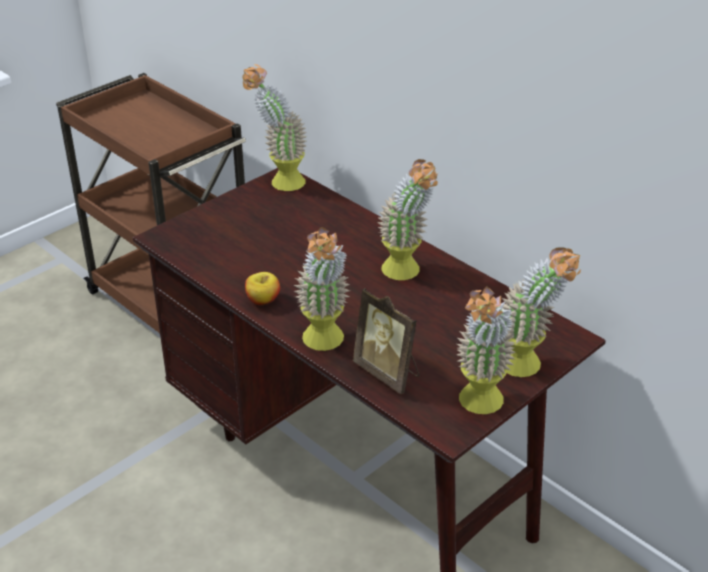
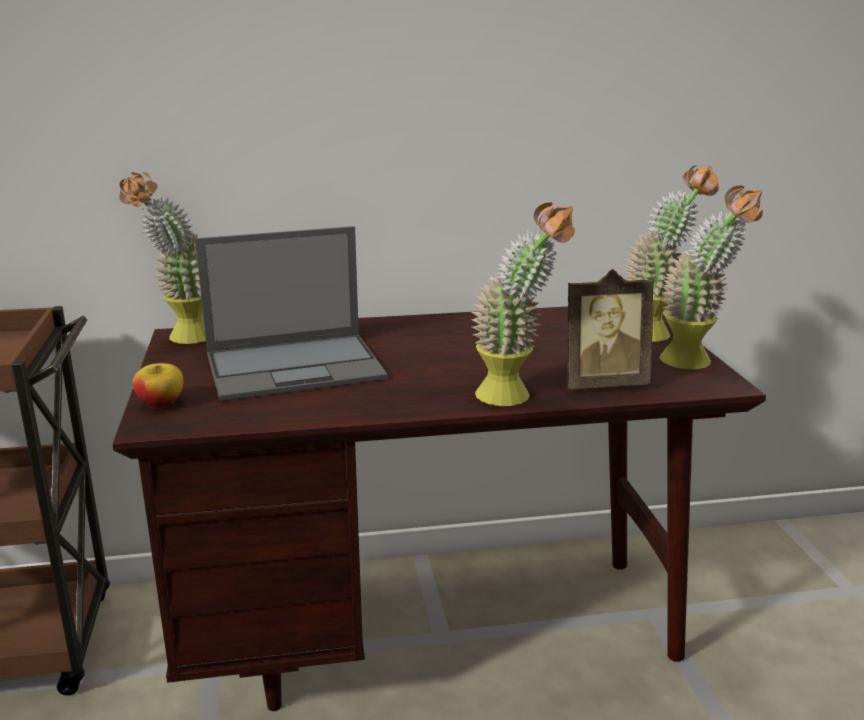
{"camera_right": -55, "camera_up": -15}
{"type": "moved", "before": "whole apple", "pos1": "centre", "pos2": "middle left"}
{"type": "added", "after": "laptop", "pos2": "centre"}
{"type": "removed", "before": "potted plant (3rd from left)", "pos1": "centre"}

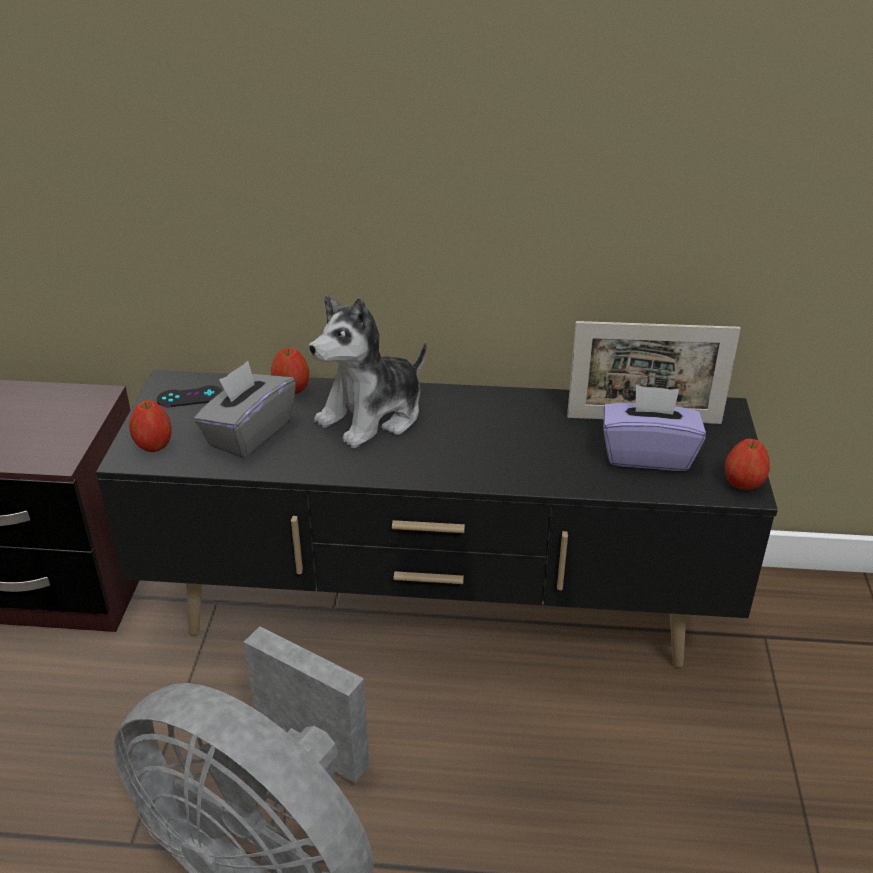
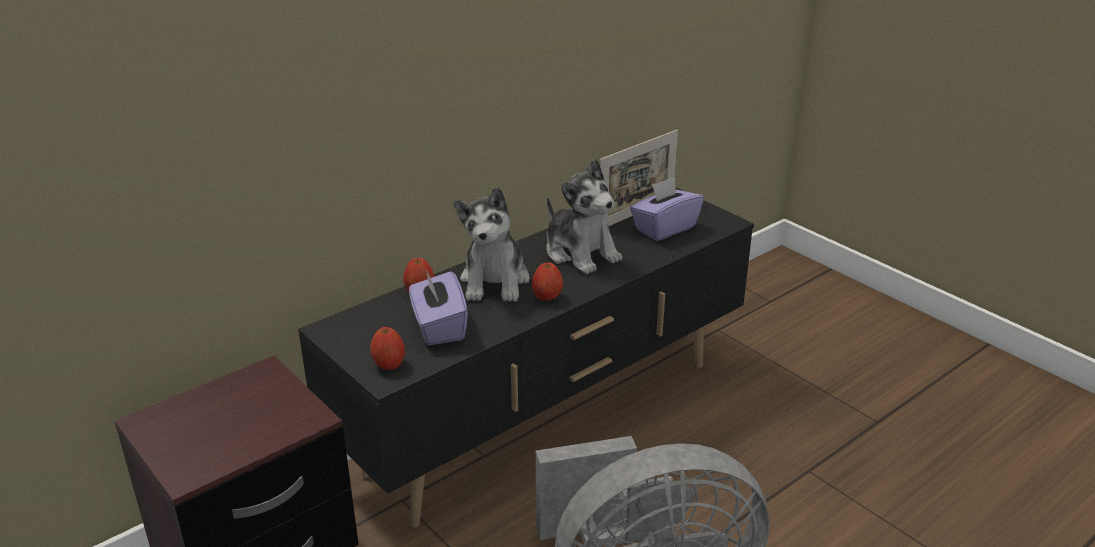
{"camera_right": -45, "camera_up": -5}
{"type": "recoloured", "before": "tissue holder in greyish", "after": "tissue holder in purple-coloured (1st from left)", "pos1": "middle left", "pos2": "centre"}
{"type": "moved", "before": "whole apple (3rd from left)", "pos1": "middle right", "pos2": "centre"}
{"type": "added", "after": "cuddly toy (2nd from left)", "pos2": "centre"}
{"type": "removed", "before": "joypad in black", "pos1": "middle left"}

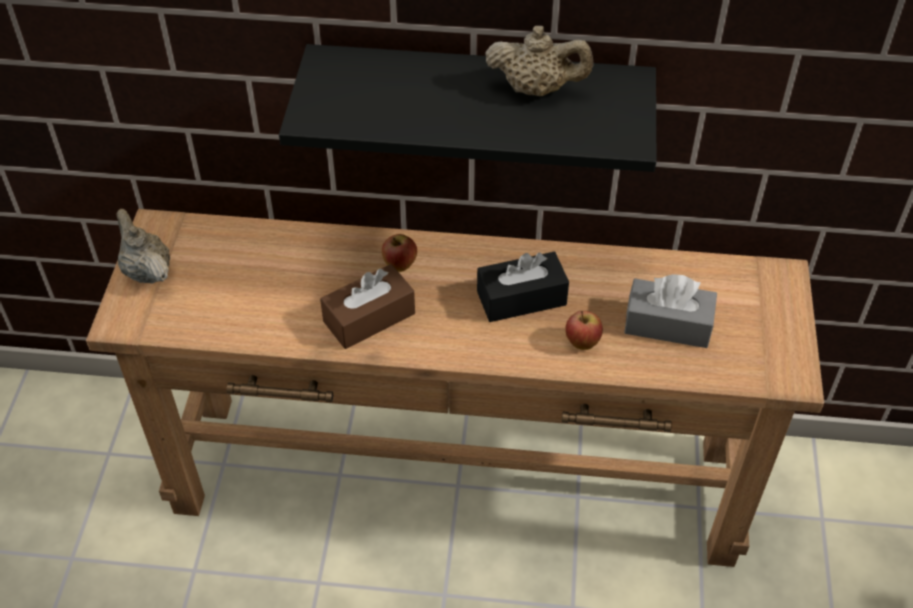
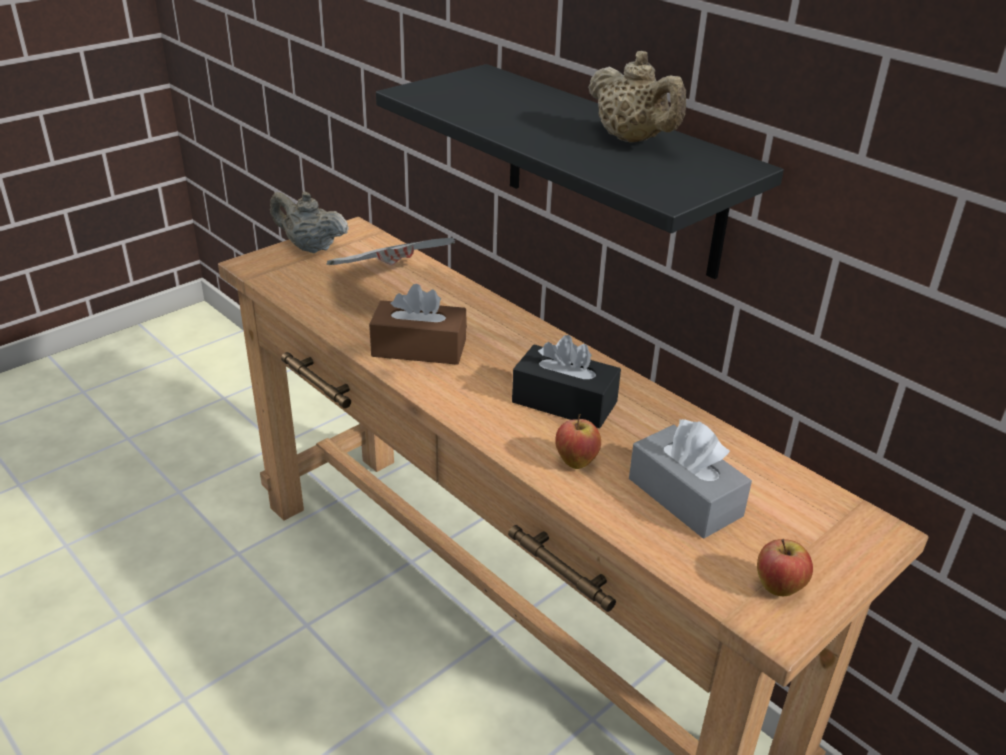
{"camera_right": 40, "camera_up": -15}
{"type": "turned", "before": "tea pot in beige-coloured (1st from left)", "pos1": "middle left", "pos2": "top left", "turn": -75}
{"type": "added", "after": "newspaper", "pos2": "top centre"}
{"type": "moved", "before": "whole apple (1st from left in the first image)", "after": "whole apple (2nd from left)", "pos1": "centre", "pos2": "bottom right"}

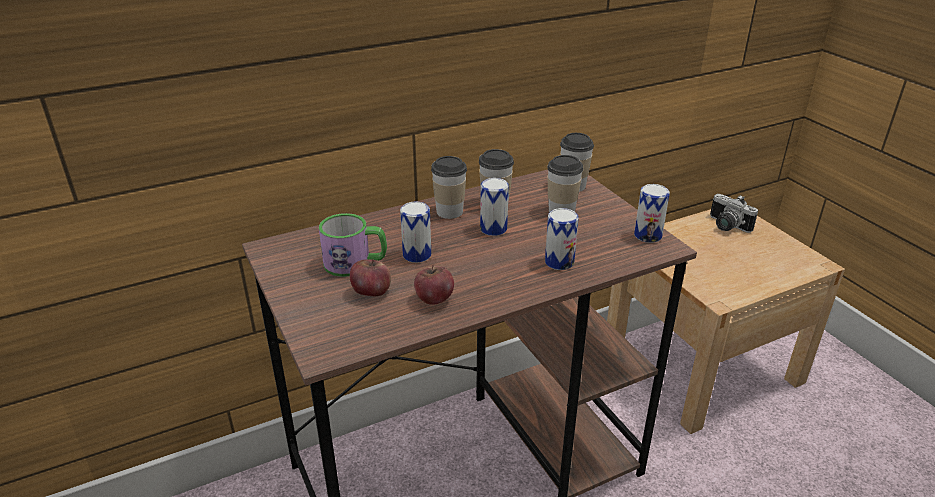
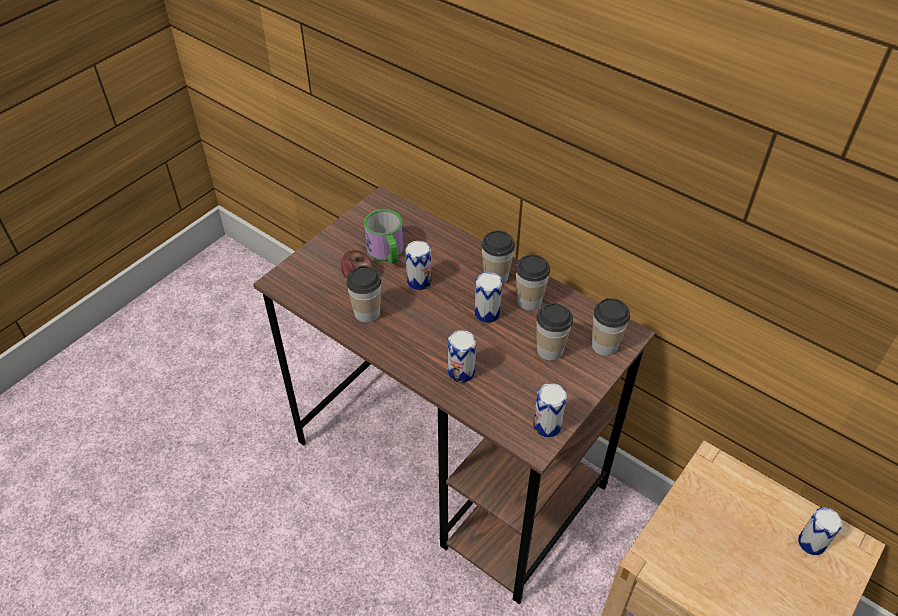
{"camera_right": 65, "camera_up": 15}
{"type": "replaced", "before": "whole apple (2nd from left)", "after": "small cup (1st from left)", "pos1": "centre", "pos2": "centre"}
{"type": "replaced", "before": "photo camera", "after": "metal can (5th from left)", "pos1": "middle right", "pos2": "bottom right"}

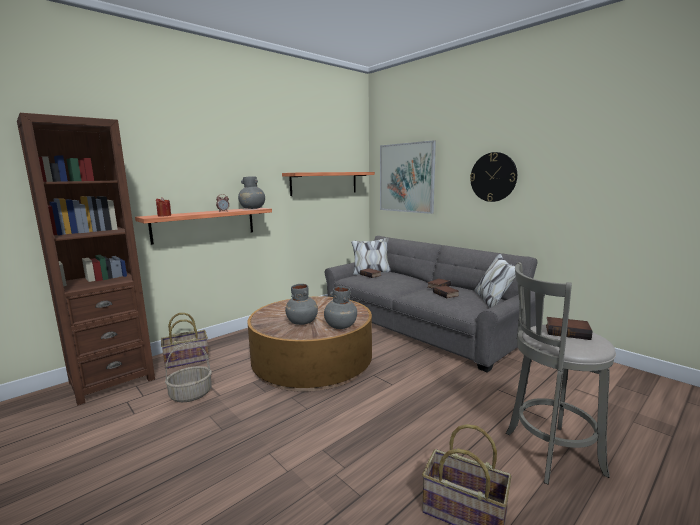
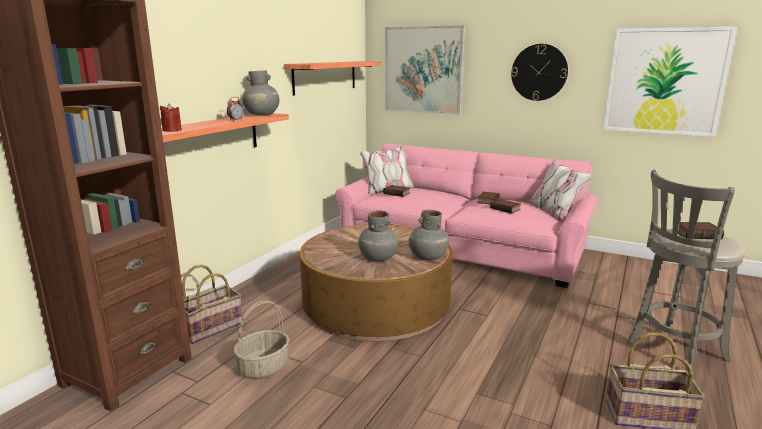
{"camera_right": -20, "camera_up": 5}
{"type": "recoloured", "before": "couch in greyish", "after": "couch in pinkish", "pos1": "centre", "pos2": "centre"}
{"type": "added", "after": "picture (2nd from left)", "pos2": "top right"}

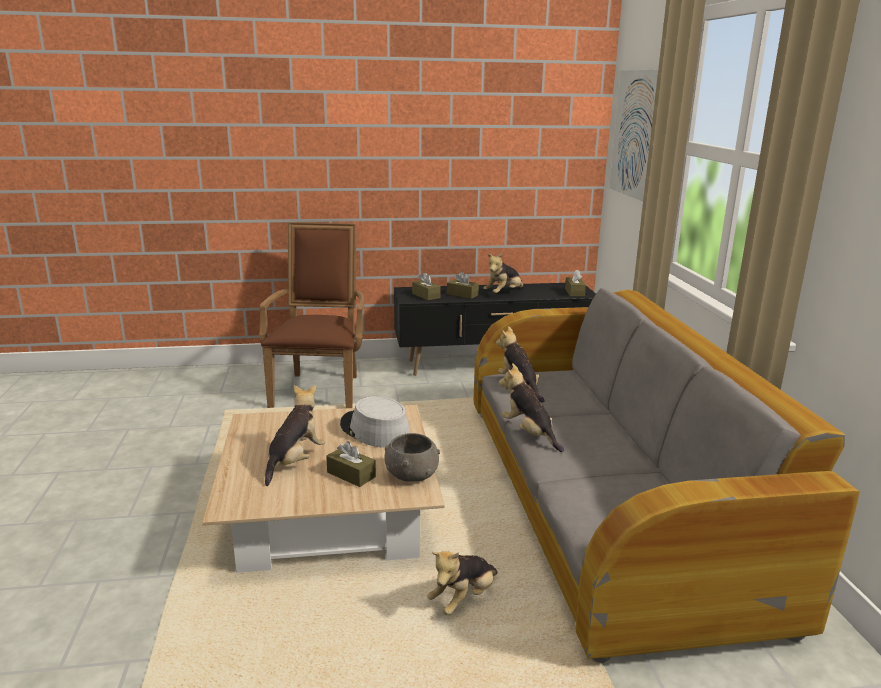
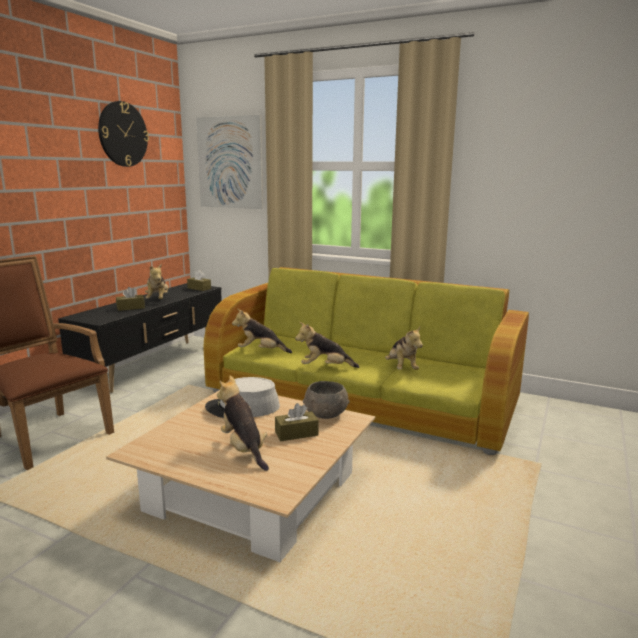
{"camera_right": -55, "camera_up": -5}
{"type": "added", "after": "wall clock", "pos2": "top left"}
{"type": "recoloured", "before": "couch in greyish", "after": "couch in green", "pos1": "bottom right", "pos2": "centre"}
{"type": "moved", "before": "cuddly toy (2nd from left in the first image)", "after": "cuddly toy (5th from left)", "pos1": "bottom centre", "pos2": "centre"}
{"type": "removed", "before": "tissue holder in brown-coloured (2nd from left)", "pos1": "centre"}

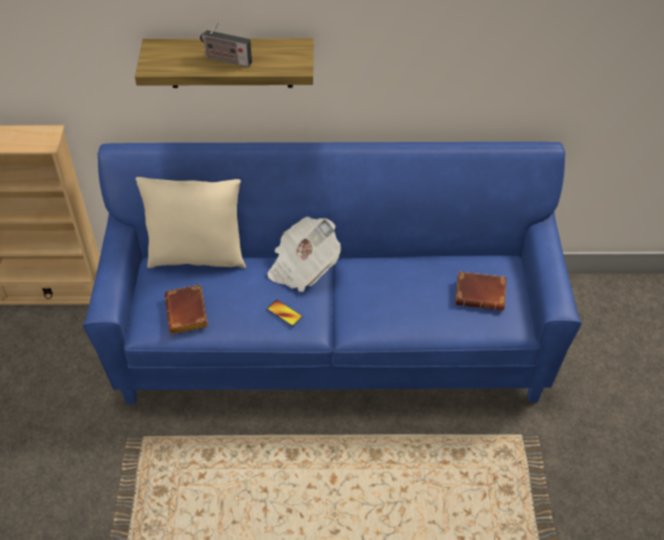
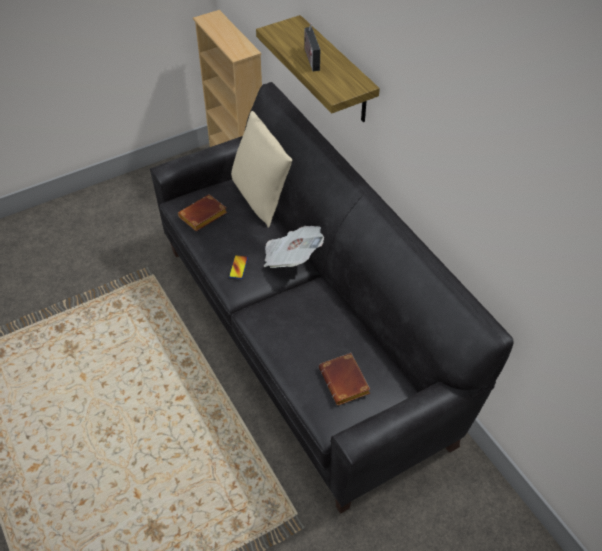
{"camera_right": 60, "camera_up": 0}
{"type": "recoloured", "before": "couch in bluish", "after": "couch in black", "pos1": "centre", "pos2": "centre"}

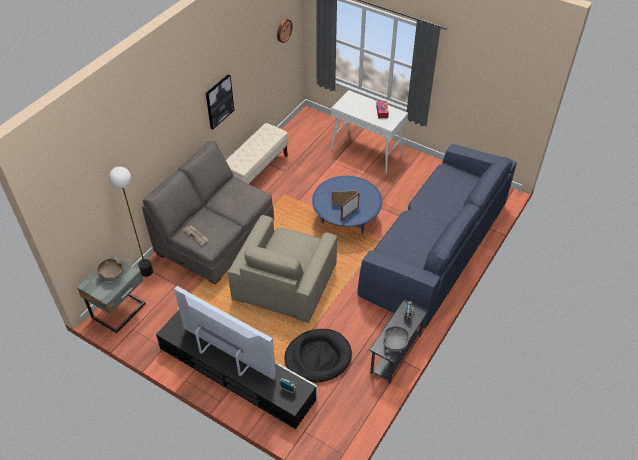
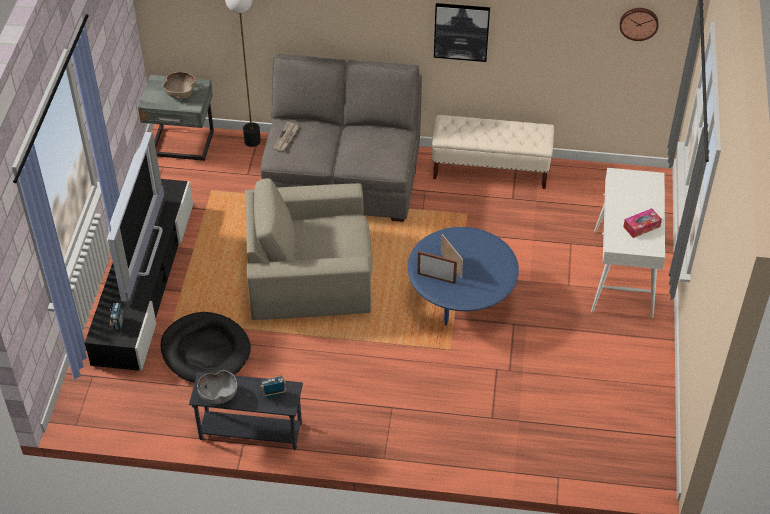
{"camera_right": 65, "camera_up": 0}
{"type": "removed", "before": "couch in bluish", "pos1": "middle right"}

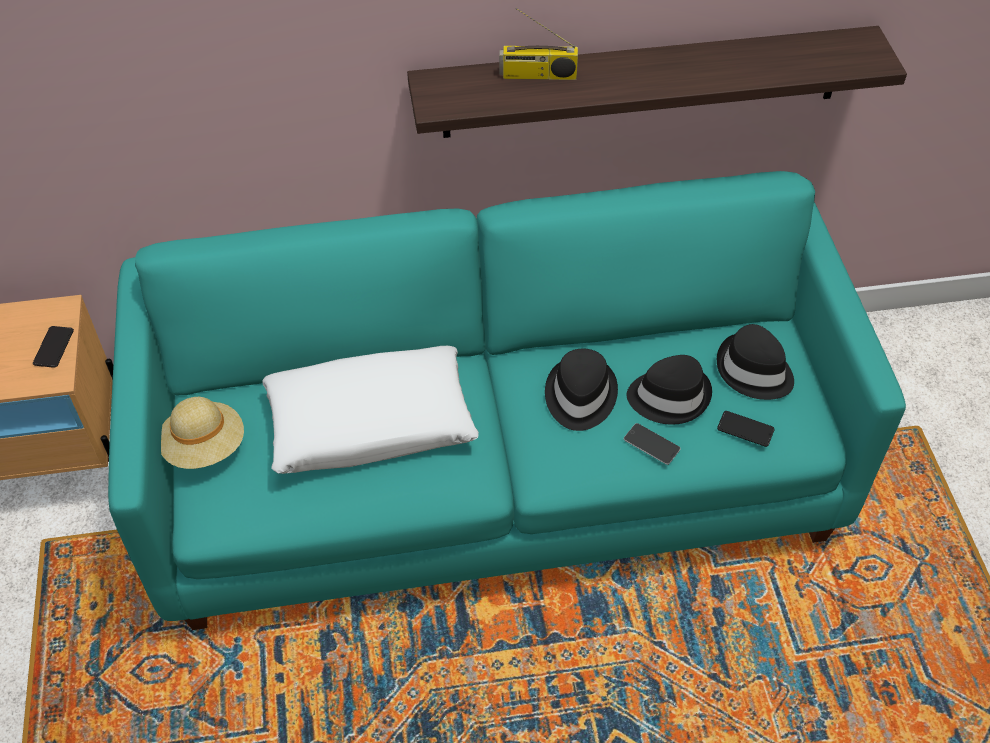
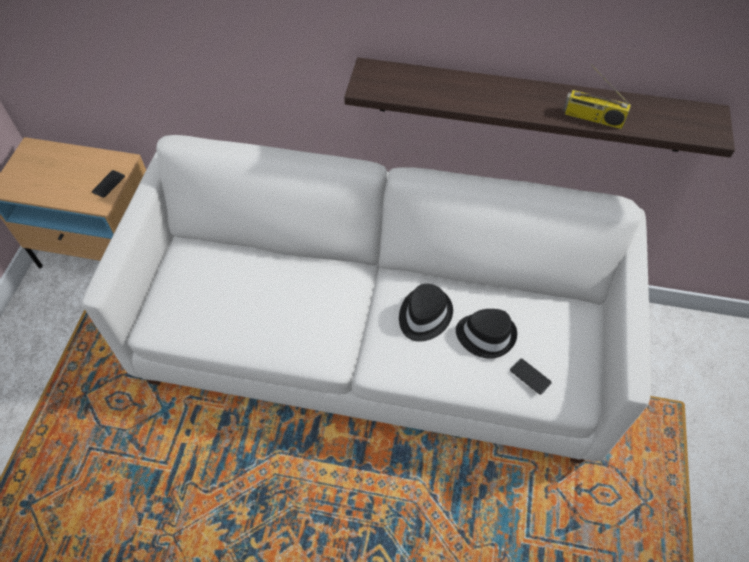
{"camera_right": 20, "camera_up": 5}
{"type": "recoloured", "before": "couch in turquoise-coloured", "after": "couch in white-coloured", "pos1": "centre", "pos2": "centre"}
{"type": "moved", "before": "radio", "pos1": "top centre", "pos2": "top right"}
{"type": "removed", "before": "hat in beige-coloured", "pos1": "middle left"}
{"type": "removed", "before": "cushion in white-coloured", "pos1": "centre"}
{"type": "removed", "before": "telephone (2nd from left)", "pos1": "centre"}
{"type": "removed", "before": "hat in black (3rd from left)", "pos1": "middle right"}

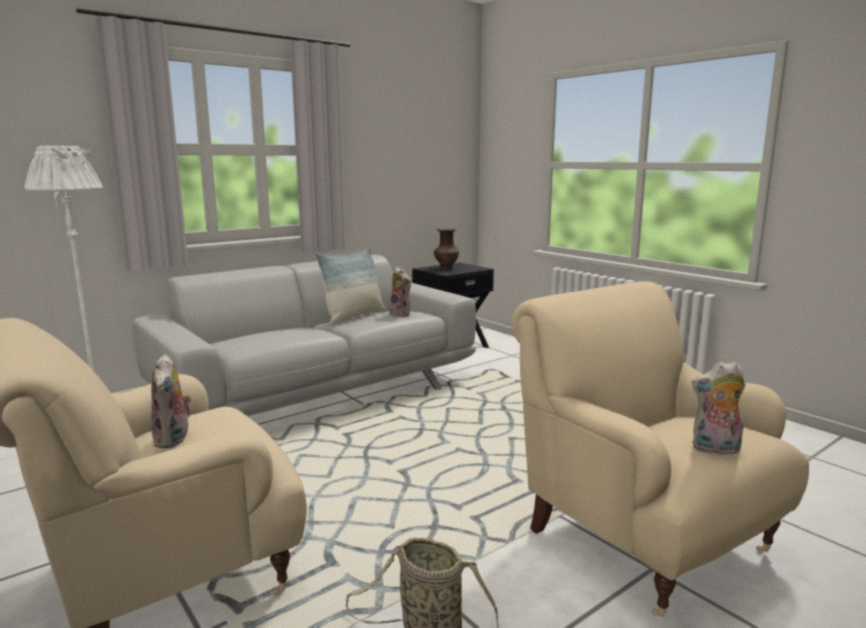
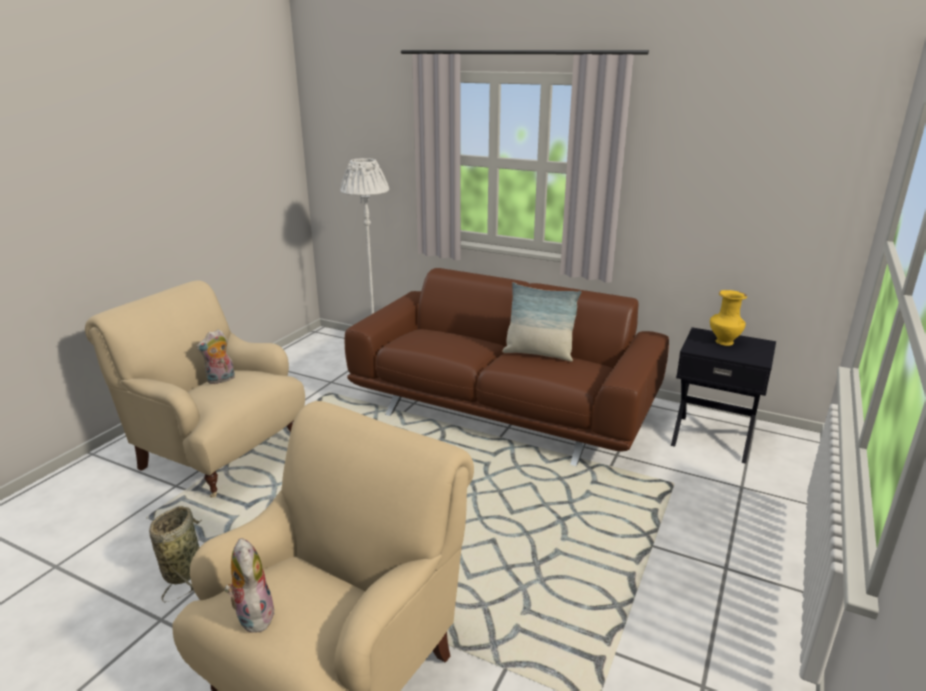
{"camera_right": 65, "camera_up": 10}
{"type": "recoloured", "before": "couch in greyish", "after": "couch in brown-coloured", "pos1": "centre", "pos2": "centre"}
{"type": "recoloured", "before": "flower vase in brown-coloured", "after": "flower vase in yellowish", "pos1": "centre", "pos2": "middle right"}
{"type": "removed", "before": "cuddly toy (2nd from left)", "pos1": "centre"}

